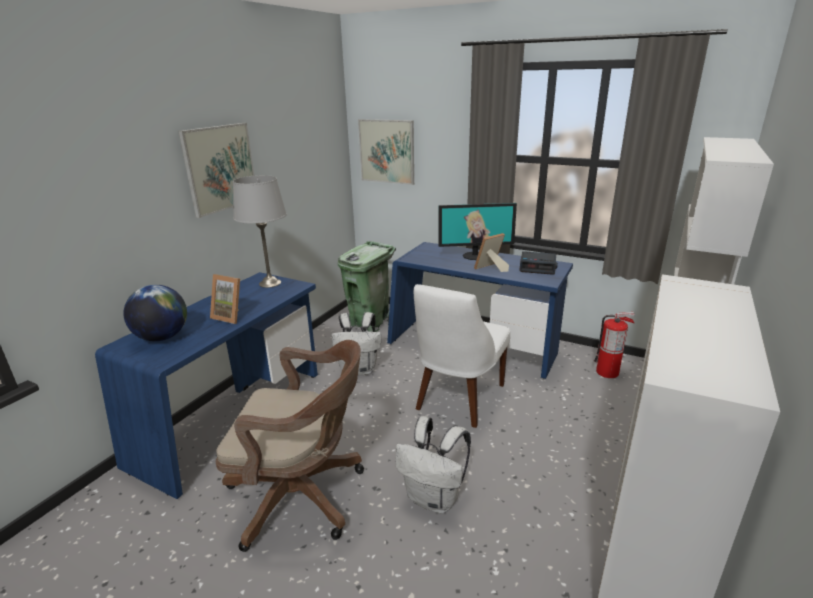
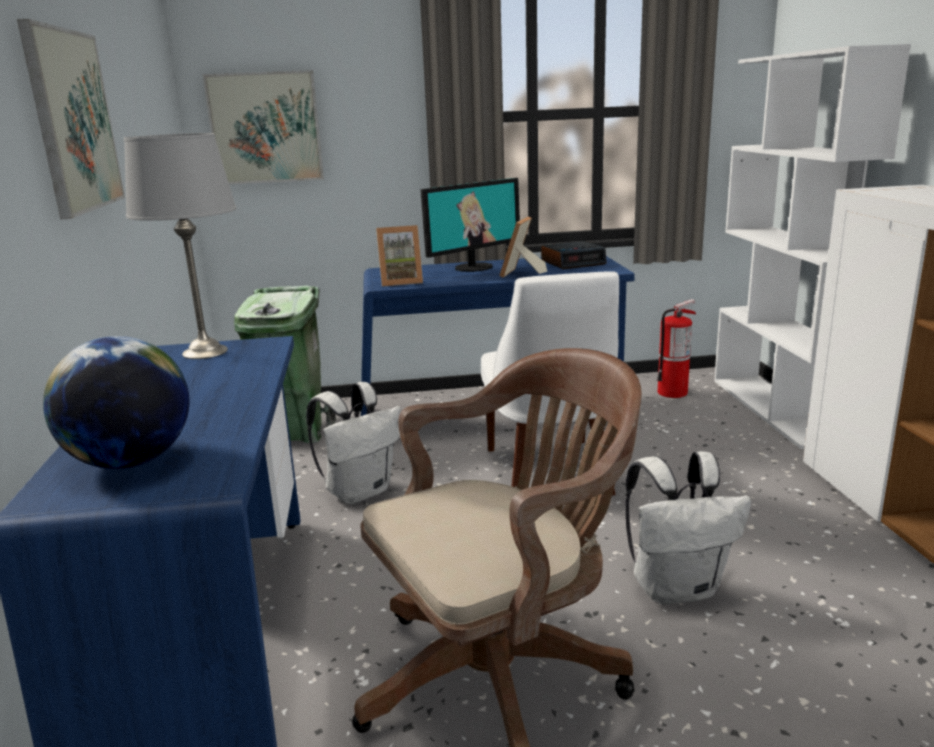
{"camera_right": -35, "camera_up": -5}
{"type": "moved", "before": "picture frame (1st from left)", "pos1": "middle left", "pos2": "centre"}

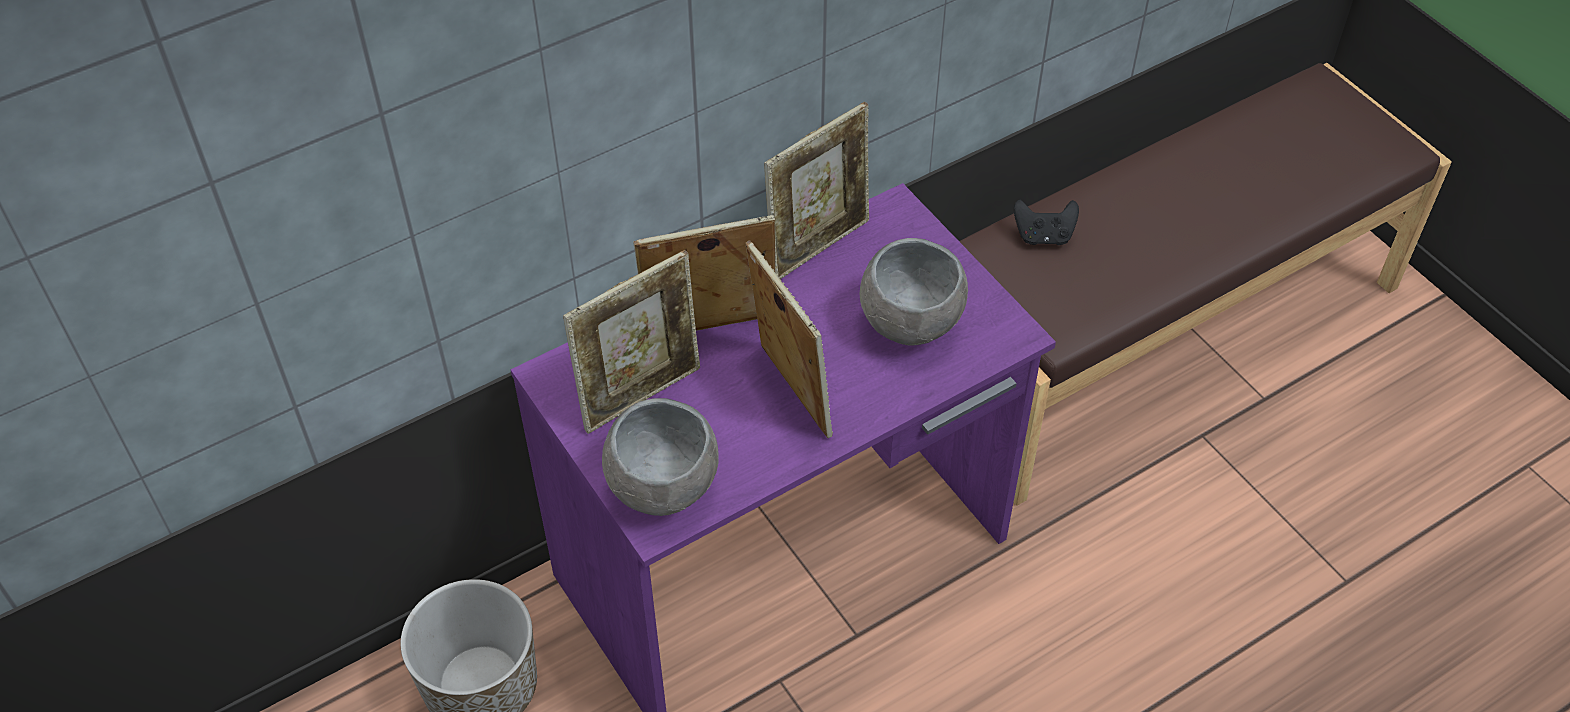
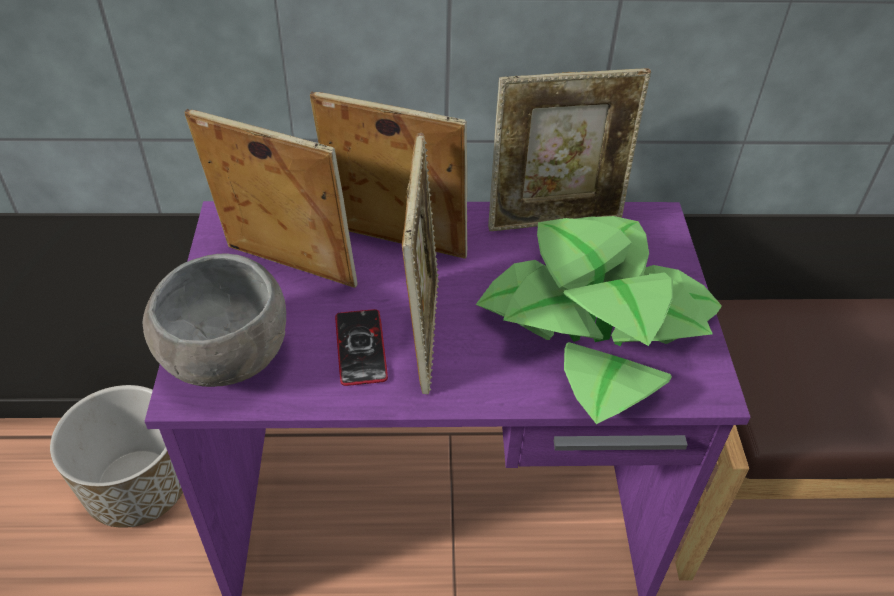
{"camera_right": 30, "camera_up": -5}
{"type": "turned", "before": "picture frame (1st from left)", "pos1": "centre", "pos2": "top left", "turn": -150}
{"type": "added", "after": "telephone", "pos2": "centre"}
{"type": "replaced", "before": "deep dish in greyish (2nd from left)", "after": "potted plant", "pos1": "centre", "pos2": "middle right"}
{"type": "removed", "before": "joypad in black", "pos1": "top centre"}

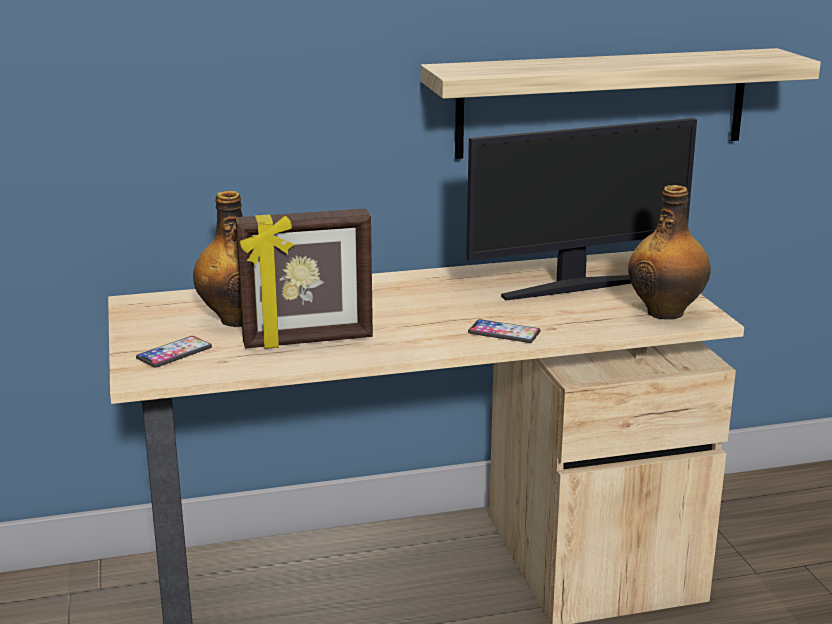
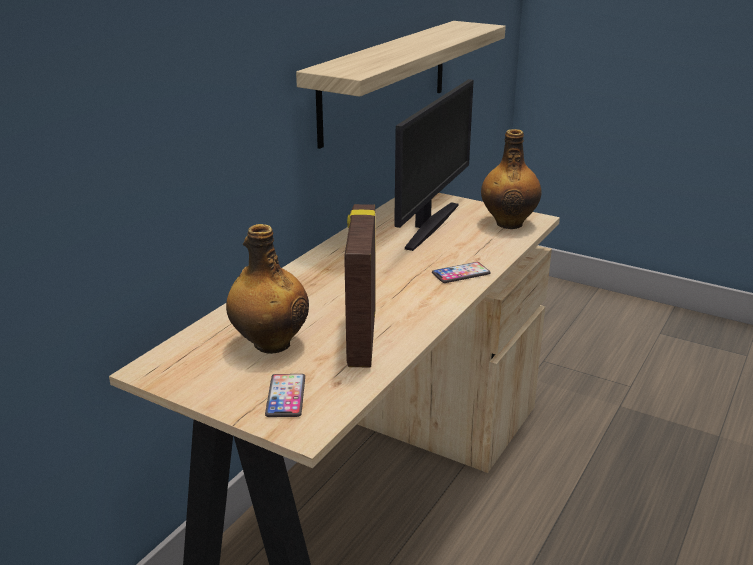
{"camera_right": -45, "camera_up": 5}
{"type": "turned", "before": "picture frame", "pos1": "centre", "pos2": "centre", "turn": 150}

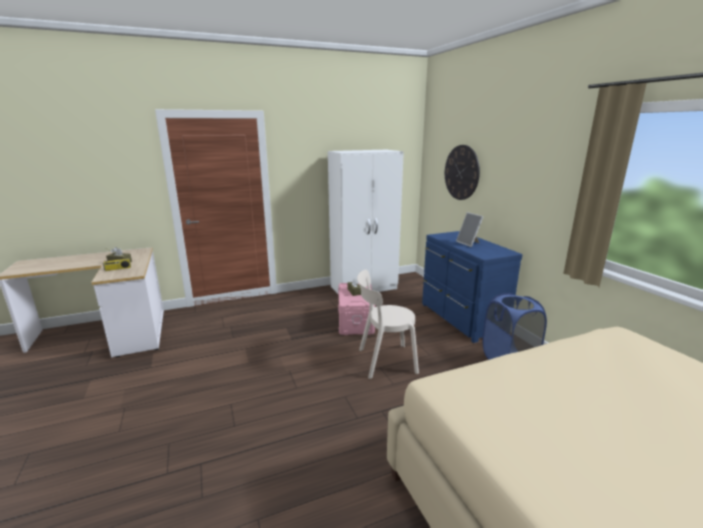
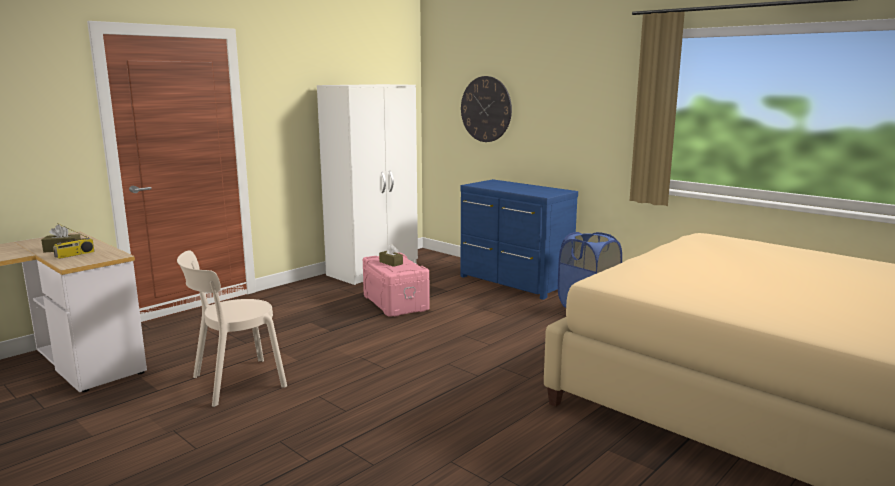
{"camera_right": -25, "camera_up": -5}
{"type": "moved", "before": "chair in beige-coloured", "pos1": "centre", "pos2": "bottom left"}
{"type": "removed", "before": "picture frame", "pos1": "middle right"}

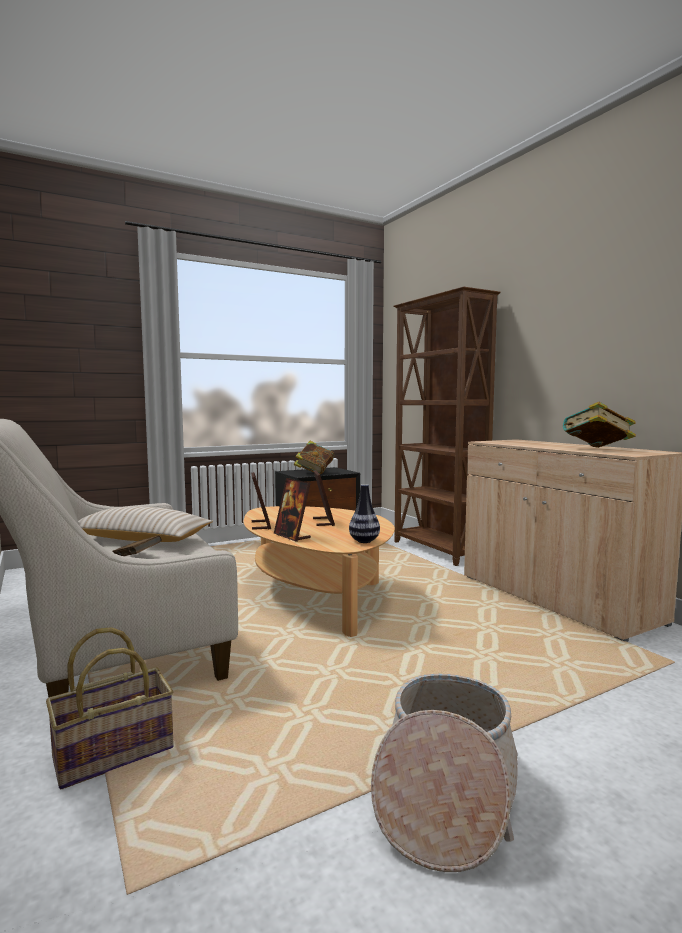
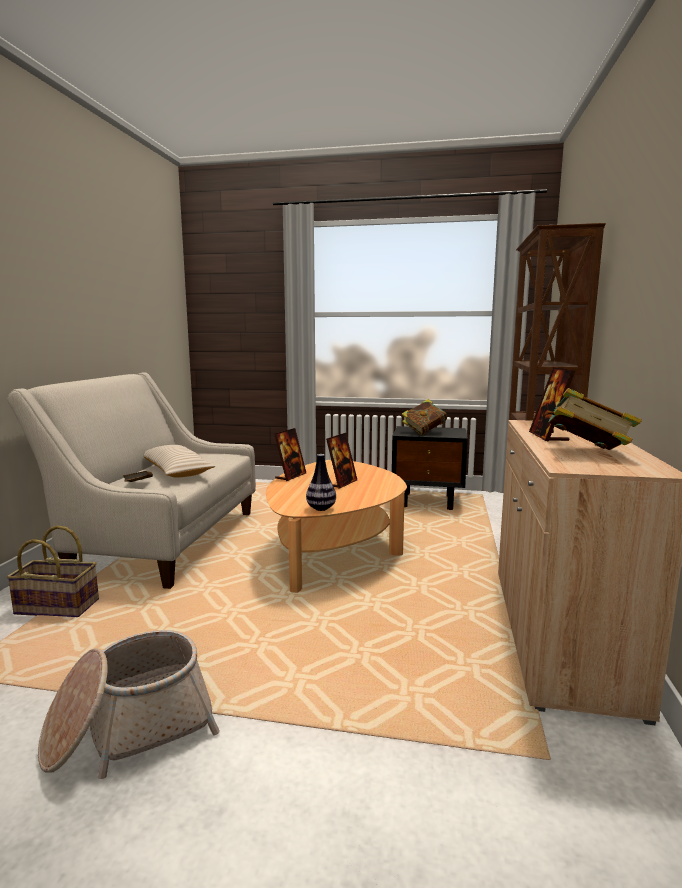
{"camera_right": 40, "camera_up": 5}
{"type": "moved", "before": "picture frame (2nd from left in the first image)", "after": "picture frame (3rd from left)", "pos1": "centre", "pos2": "middle right"}

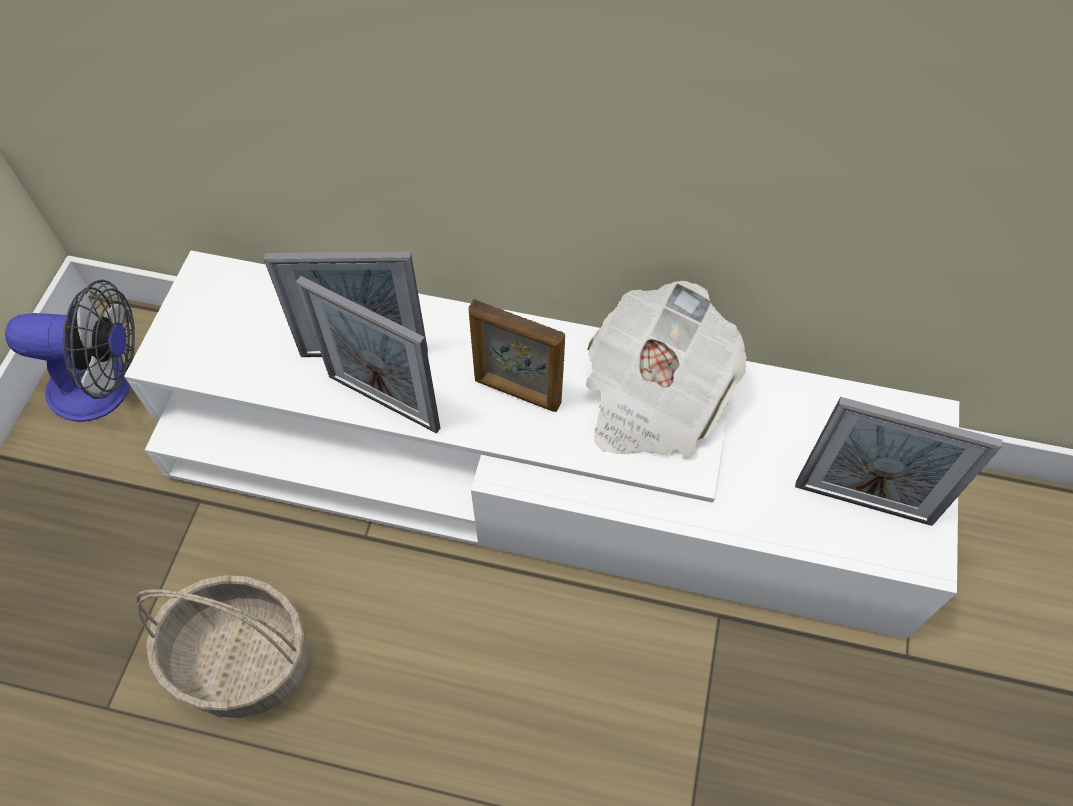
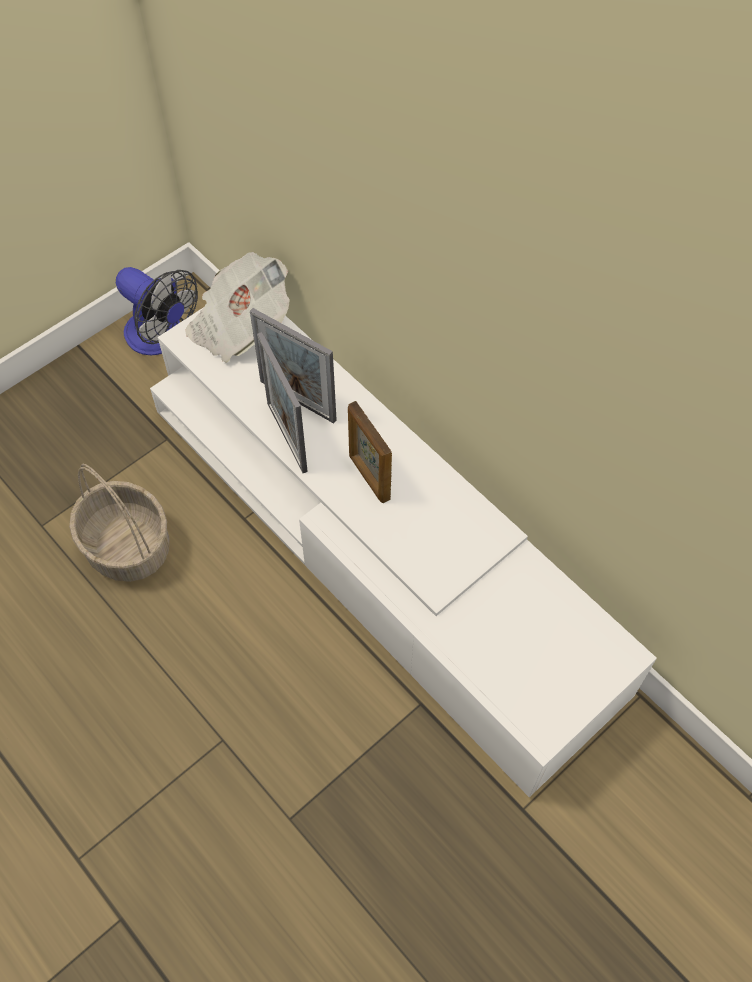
{"camera_right": 35, "camera_up": 0}
{"type": "moved", "before": "newspaper", "pos1": "centre", "pos2": "top left"}
{"type": "removed", "before": "picture frame (4th from left)", "pos1": "middle right"}

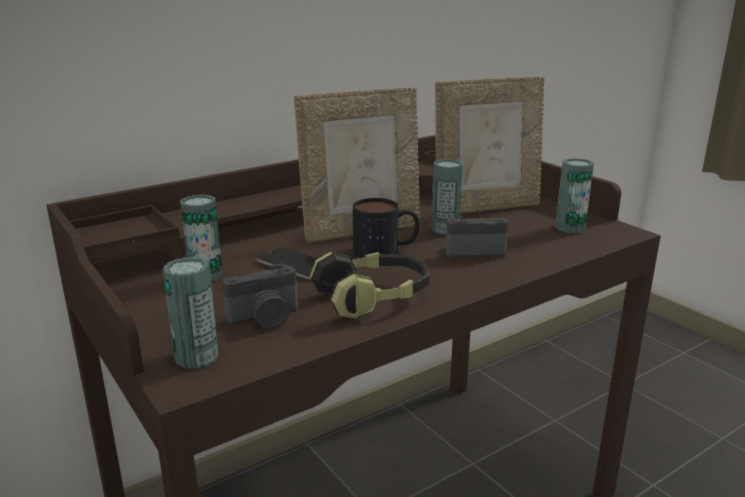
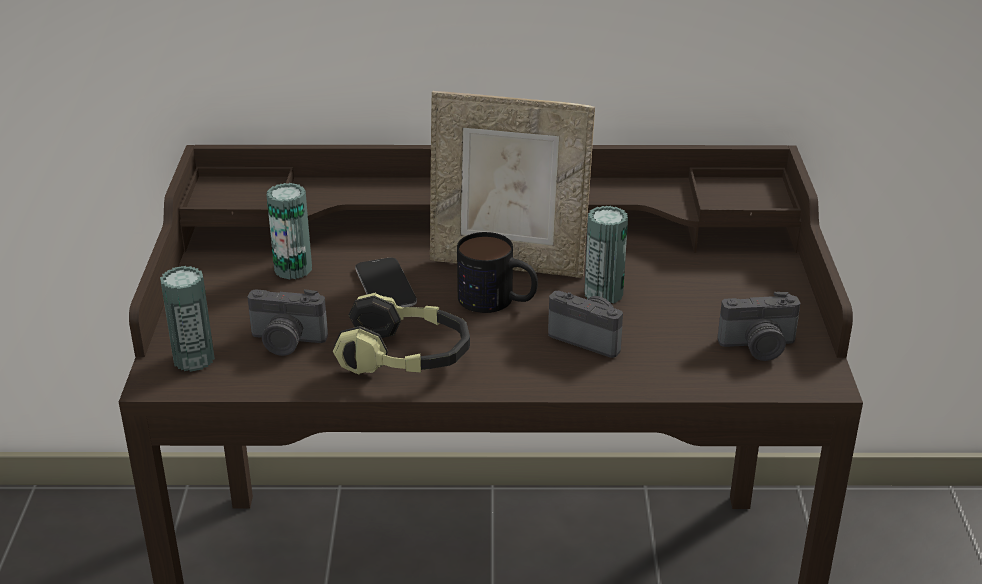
{"camera_right": 35, "camera_up": 10}
{"type": "replaced", "before": "metal can (4th from left)", "after": "photo camera (3rd from left)", "pos1": "middle right", "pos2": "middle right"}
{"type": "removed", "before": "picture frame (2nd from left)", "pos1": "top centre"}

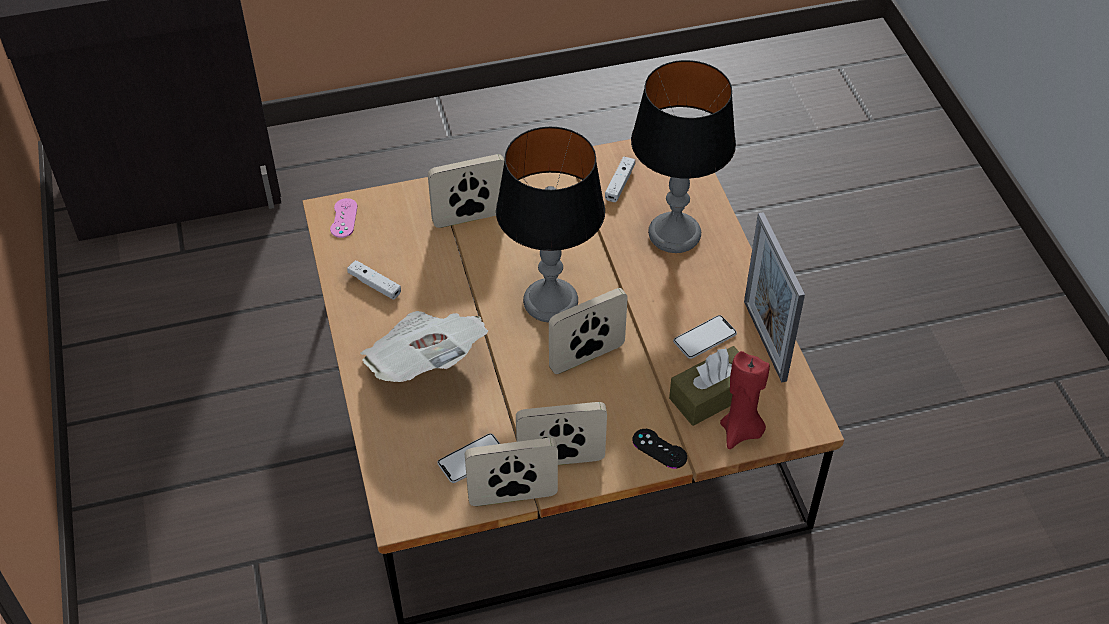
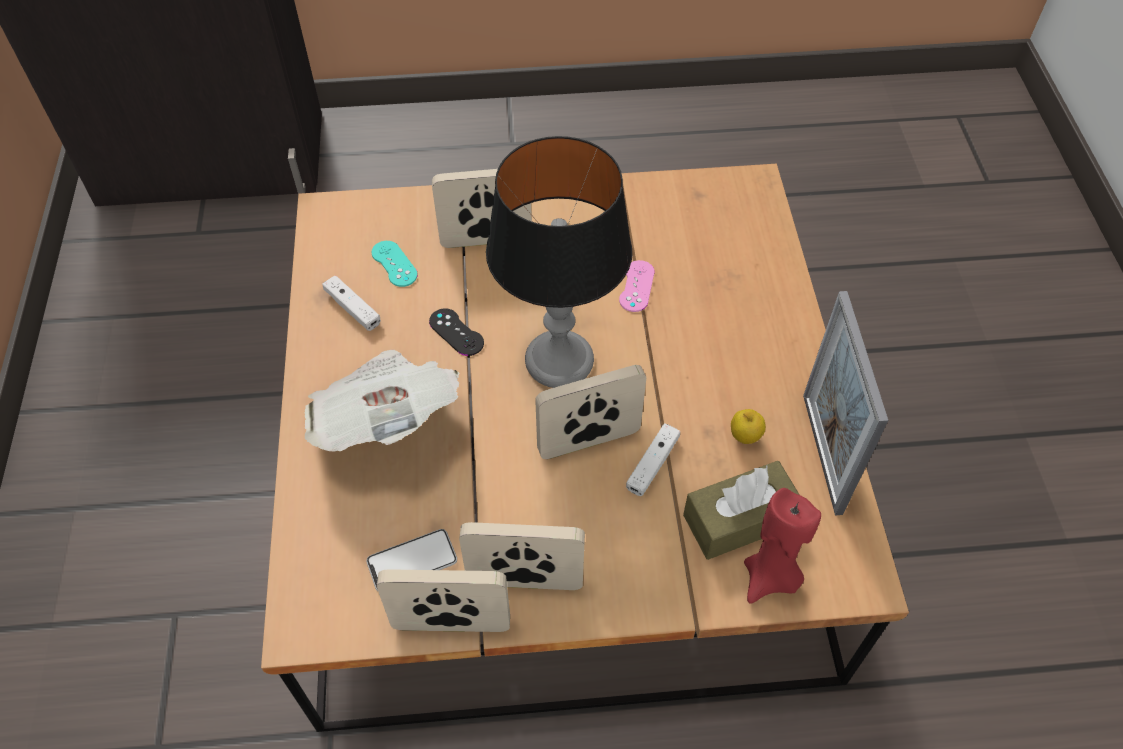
{"camera_right": 10, "camera_up": 5}
{"type": "added", "after": "joypad in turquoise-coloured", "pos2": "centre"}
{"type": "moved", "before": "joypad in black", "pos1": "bottom centre", "pos2": "centre"}
{"type": "moved", "before": "joypad in pinkish", "pos1": "middle left", "pos2": "centre"}
{"type": "moved", "before": "joypad in white-coloured (2nd from left)", "pos1": "top centre", "pos2": "centre"}
{"type": "replaced", "before": "telephone (2nd from left)", "after": "whole apple", "pos1": "centre", "pos2": "centre"}
{"type": "removed", "before": "lamp for a table (2nd from left)", "pos1": "top centre"}

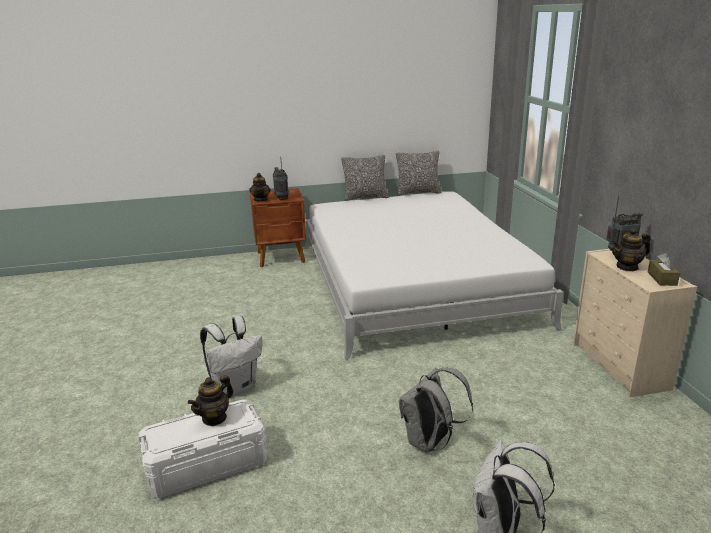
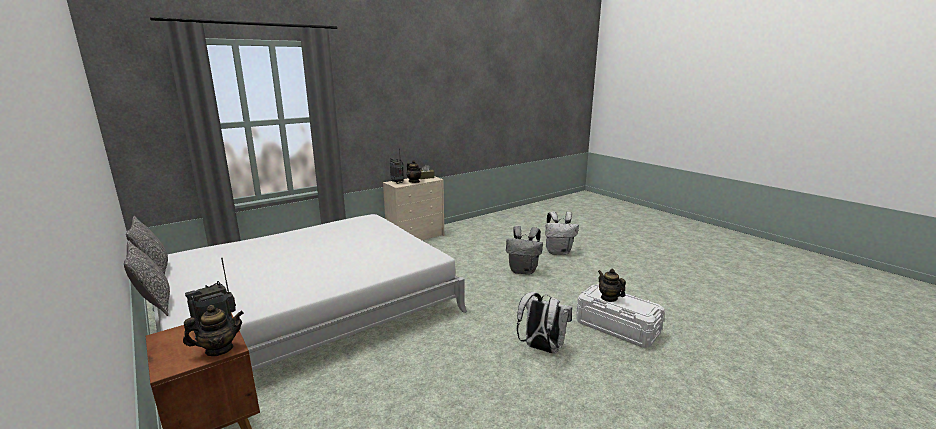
{"camera_right": -115, "camera_up": -5}
{"type": "turned", "before": "tea pot (1st from left in the first image)", "pos1": "bottom left", "pos2": "centre", "turn": -135}

